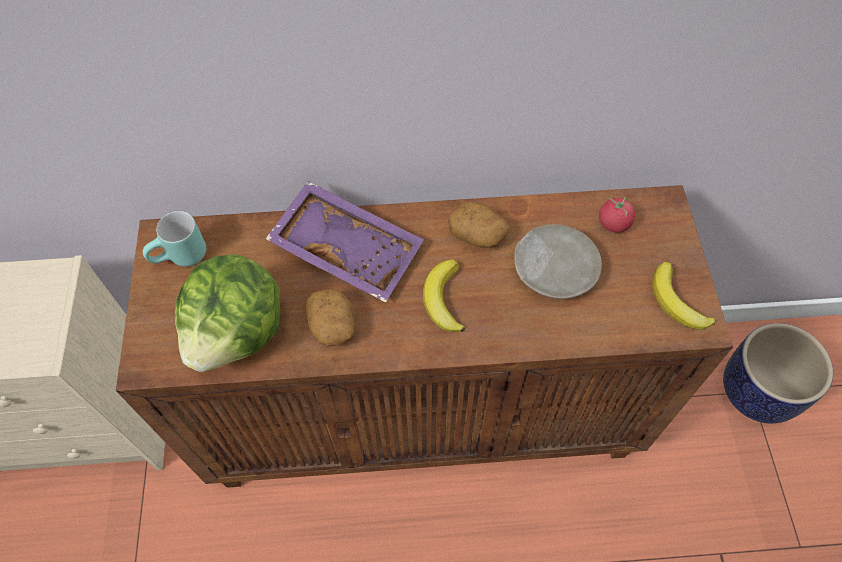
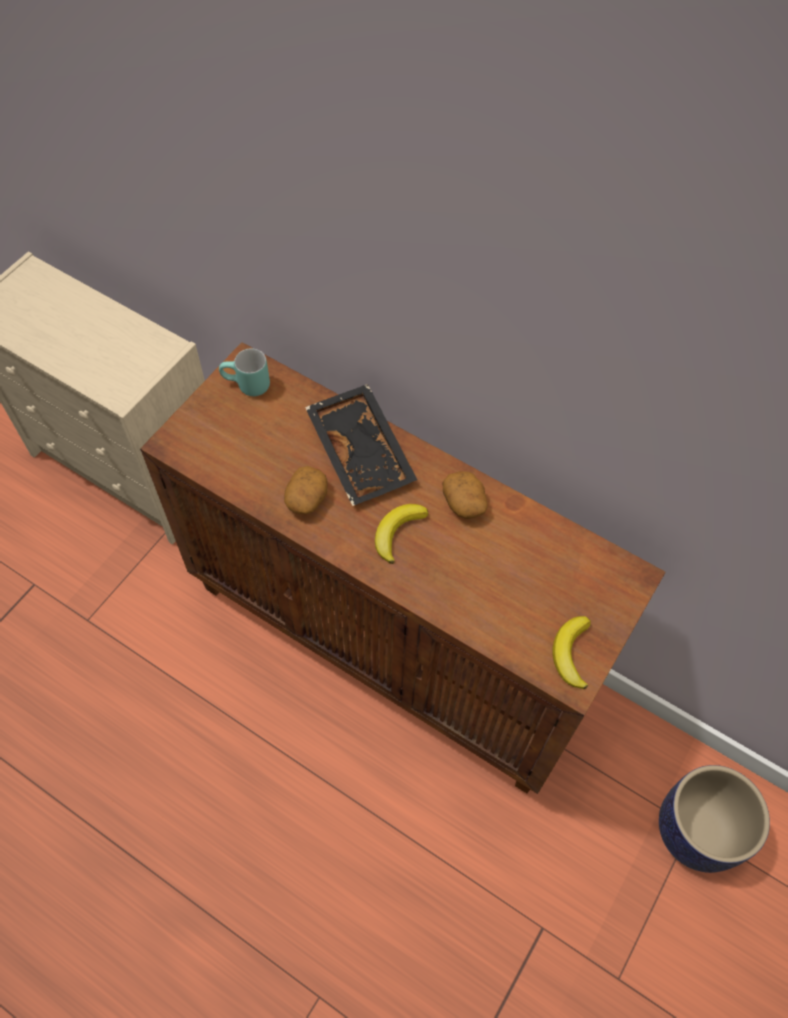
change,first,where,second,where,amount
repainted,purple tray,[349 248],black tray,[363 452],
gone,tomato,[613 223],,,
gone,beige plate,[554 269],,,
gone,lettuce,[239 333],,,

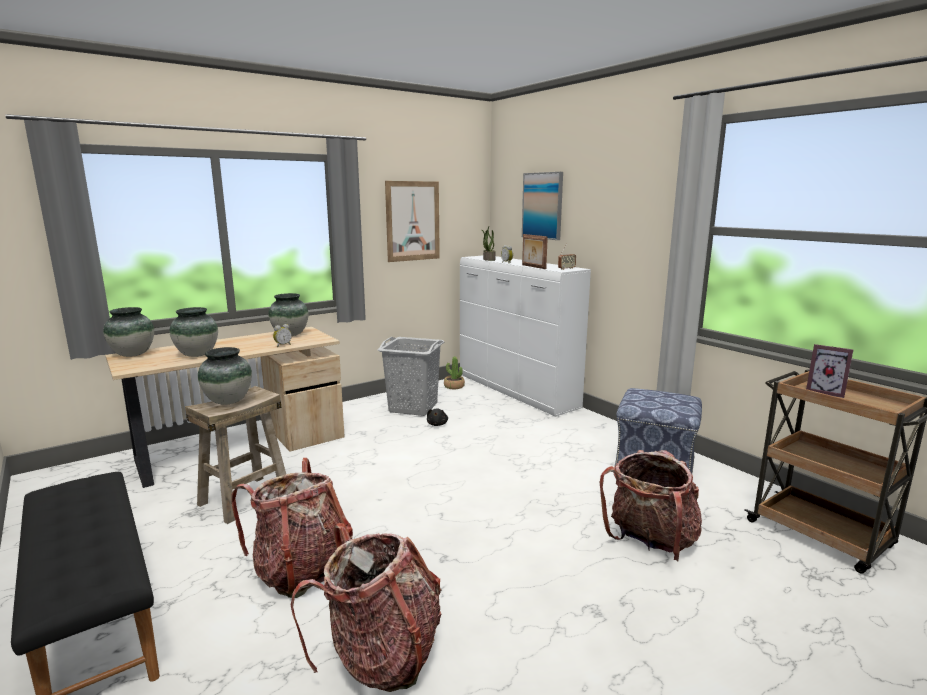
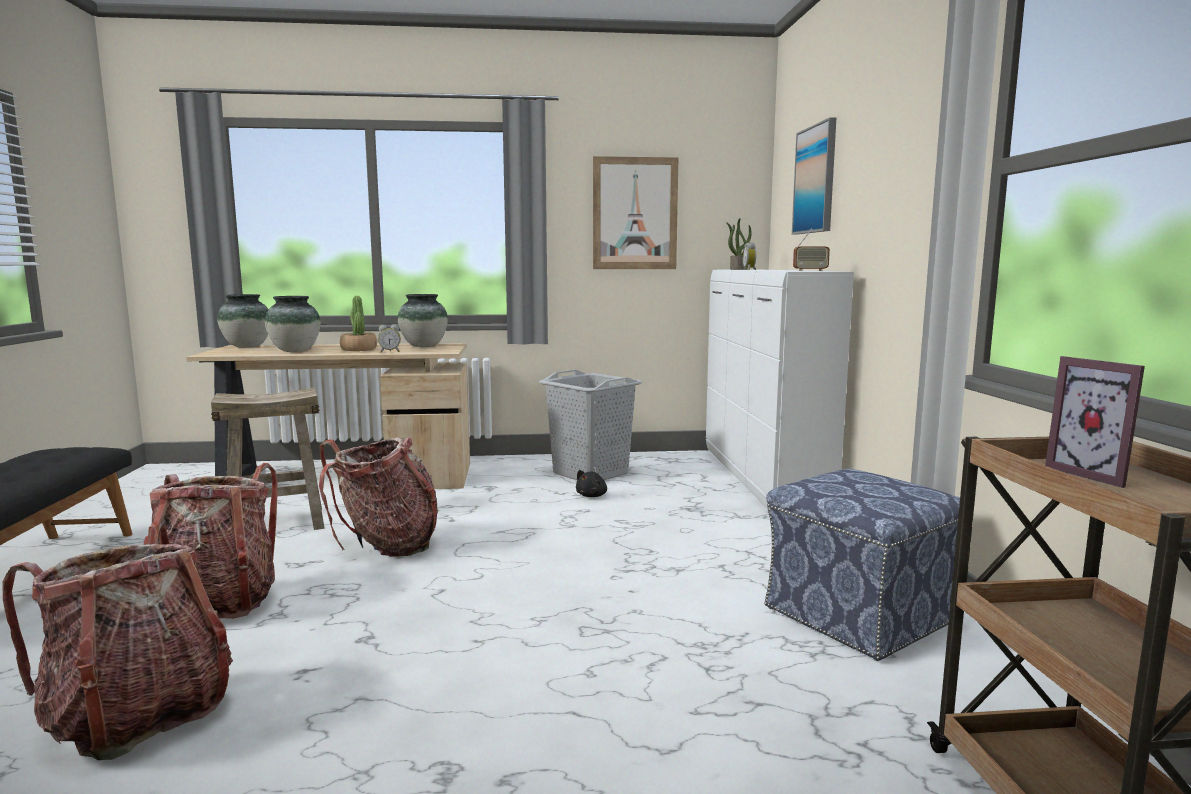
change,first,where,second,where,amount
gone,picture frame,[533 267],,,
gone,vase,[228 401],,,
shifted,potted plant,[454 386],,[358 349],
shifted,backpack,[650 541],,[386 545],

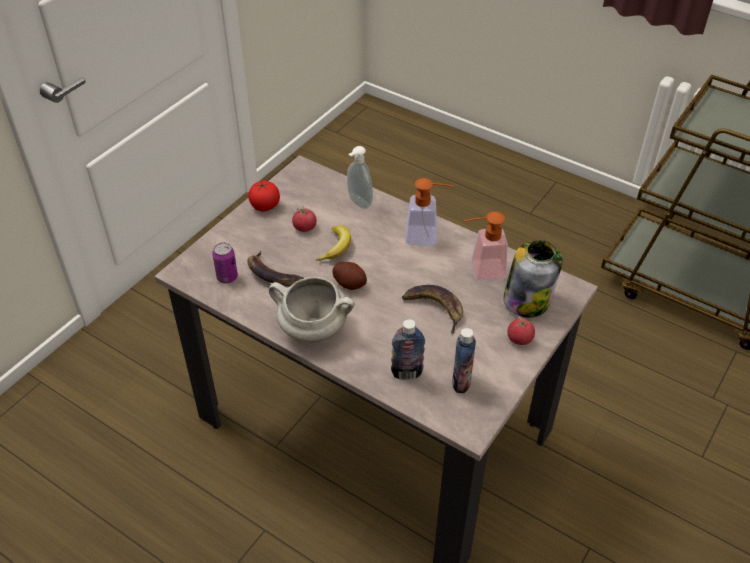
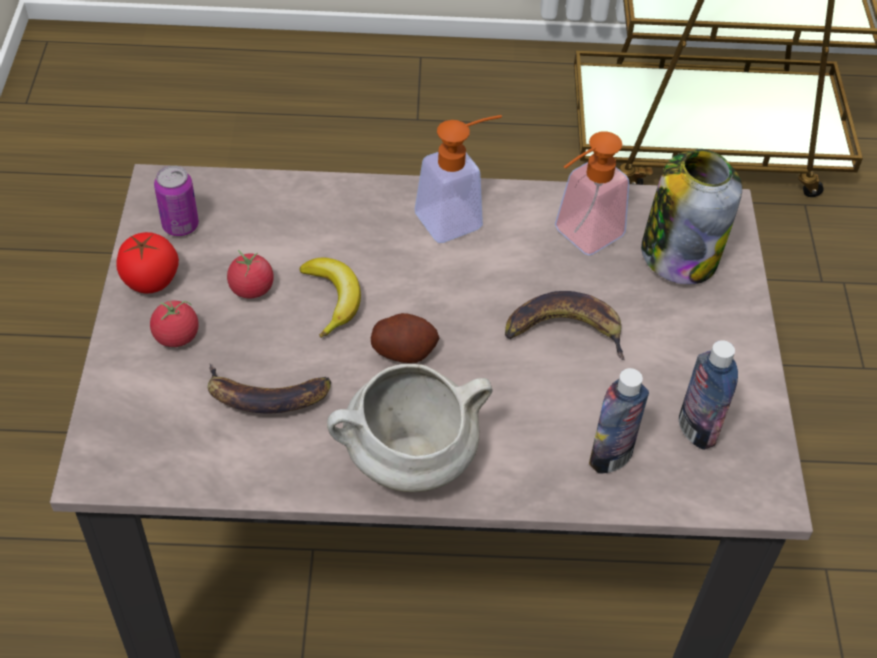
change,first,where,second,where,amount
gone,soap dispenser,[358 203],,,
shifted,can,[227 277],,[180 226],
shifted,tomato,[519 339],,[176 336],

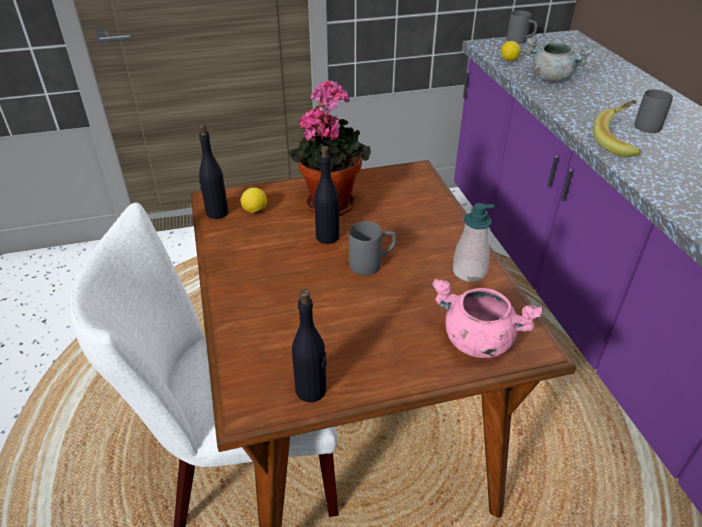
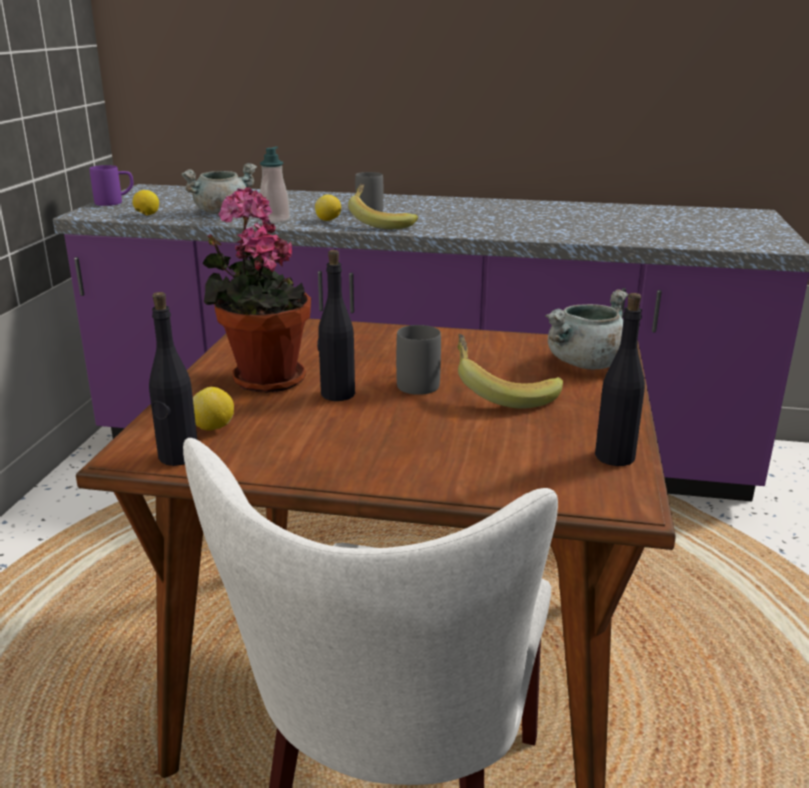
change,first,where,second,where,amount
repainted,grey mug,[520 41],purple mug,[115 202],
shifted,soap dispenser,[469 272],,[275 220],
repainted,pink cooking pot,[477 340],grey cooking pot,[586 364],
new,,,lemon,[328 220],
new,,,banana,[502 393],

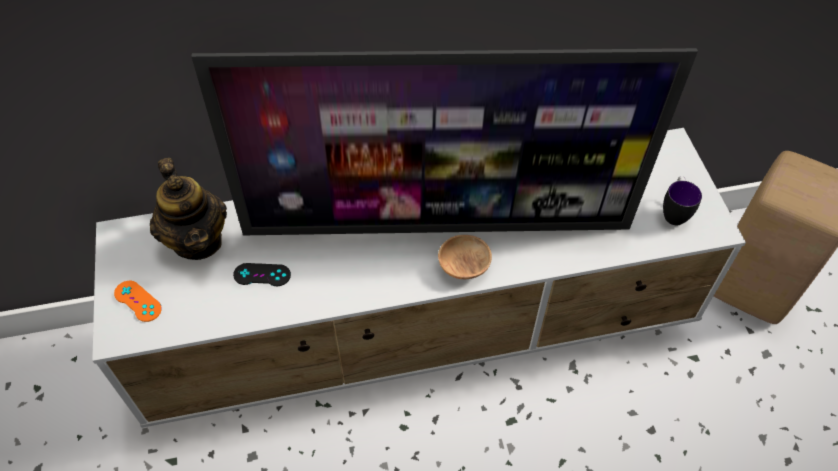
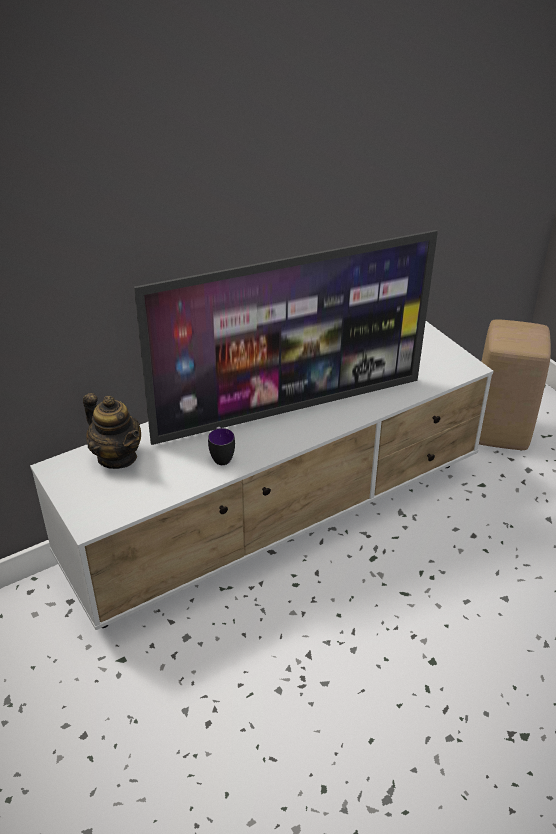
change,first,where,second,where,amount
shifted,mug,[674 212],,[221 456],
gone,brown bowl,[464 266],,,
gone,black game controller,[262 275],,,
gone,orange game controller,[138 301],,,

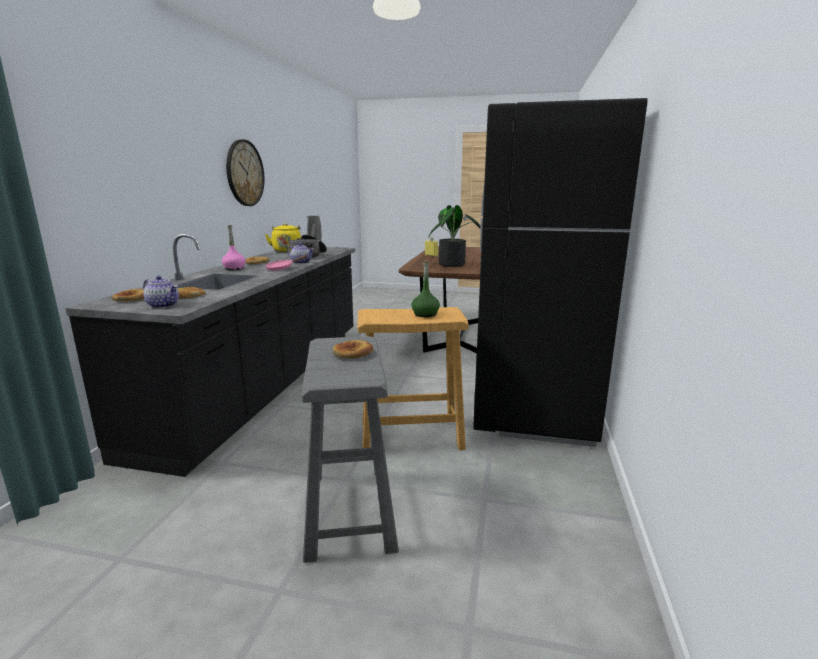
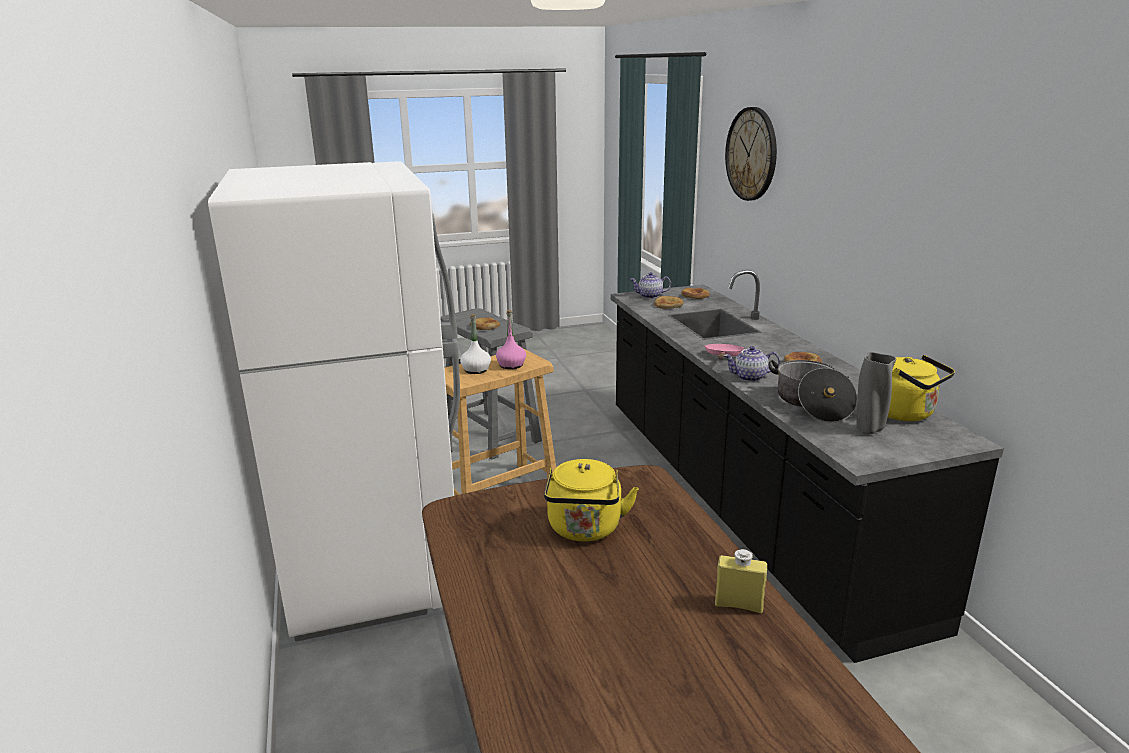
change,first,where,second,where,amount
repainted,black fridge,[533 410],white fridge,[371 570],
shifted,wall clock,[244 173],,[751 154],
swapped,potted plant,[454 265],yellow kettle,[585 530],
shifted,pink bottle,[234 268],,[511 365],
repainted,green bottle,[425 314],white bottle,[476 370],

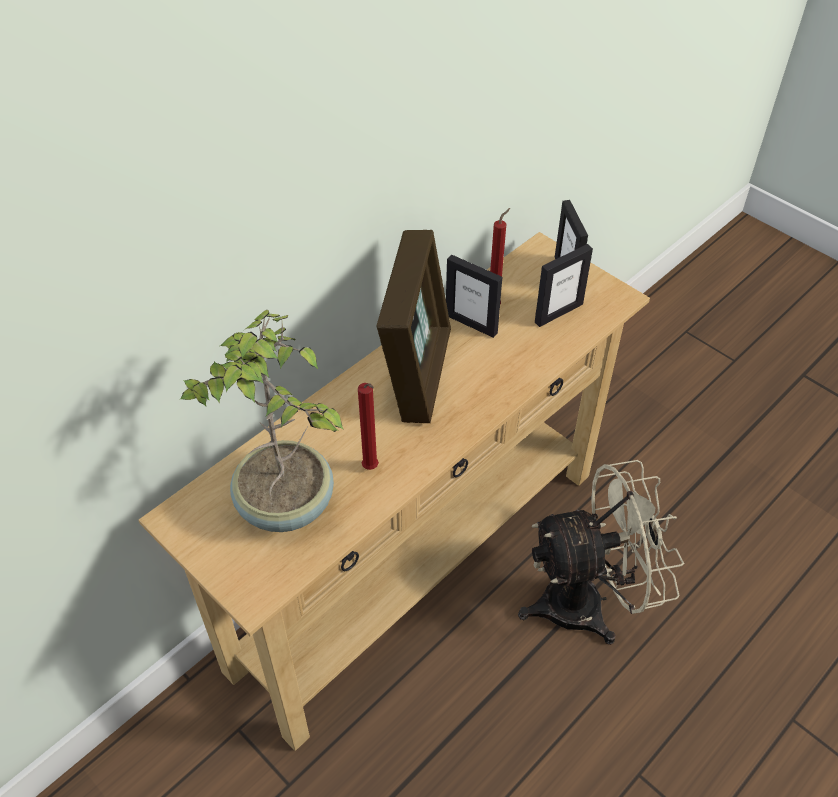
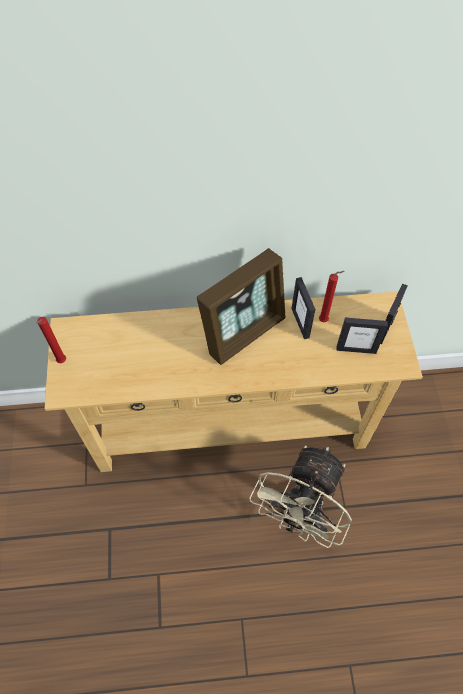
change,first,where,second,where,amount
gone,potted plant,[284 506],,,
shifted,red candle,[371 469],,[61 362],
rotated,beige fan,[588 602],,[299 514],90 degrees clockwise

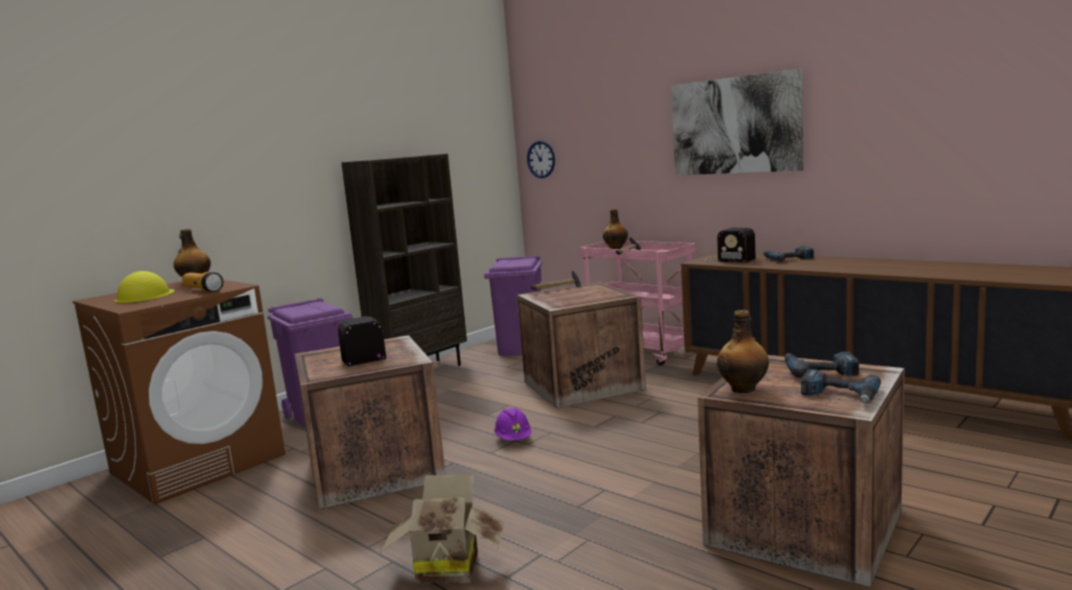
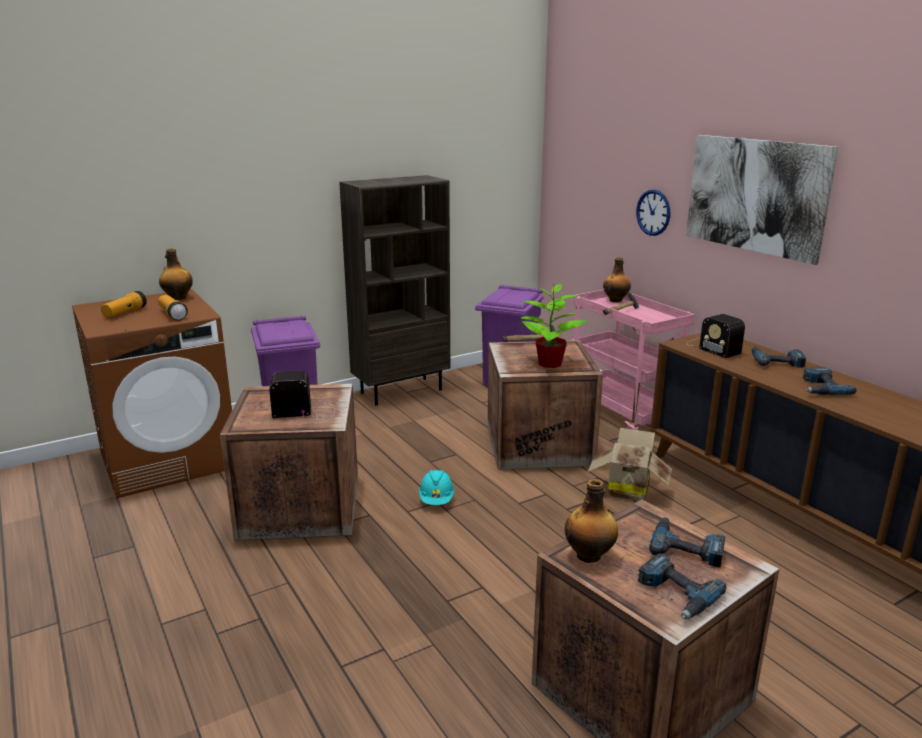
change,first,where,second,where,amount
shifted,wall clock,[541 159],,[653 212],
swapped,yellow hard hat,[145 296],flashlight,[125 313],
repainted,purple hard hat,[513 439],turquoise hard hat,[436 500],
shifted,cardboard box,[447 566],,[627 489],
new,,,potted plant,[549 363],
new,,,power drill,[820 388],

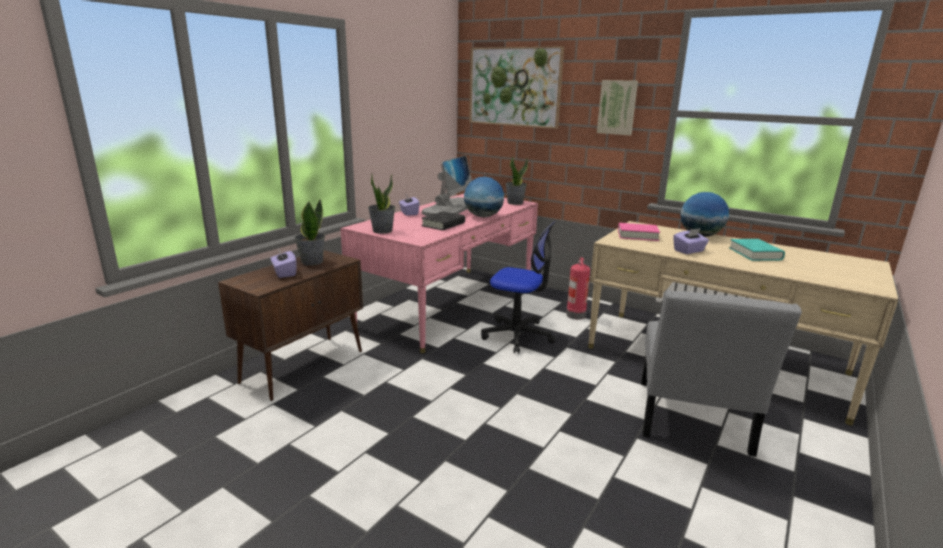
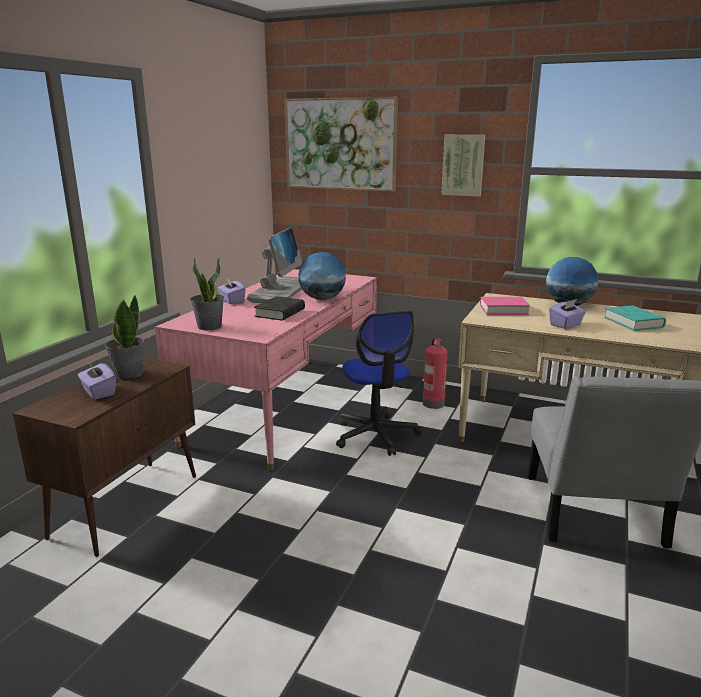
change,first,where,second,where,amount
gone,potted plant,[515 203],,,
rotated,office chair,[517 335],,[376 435],60 degrees clockwise

